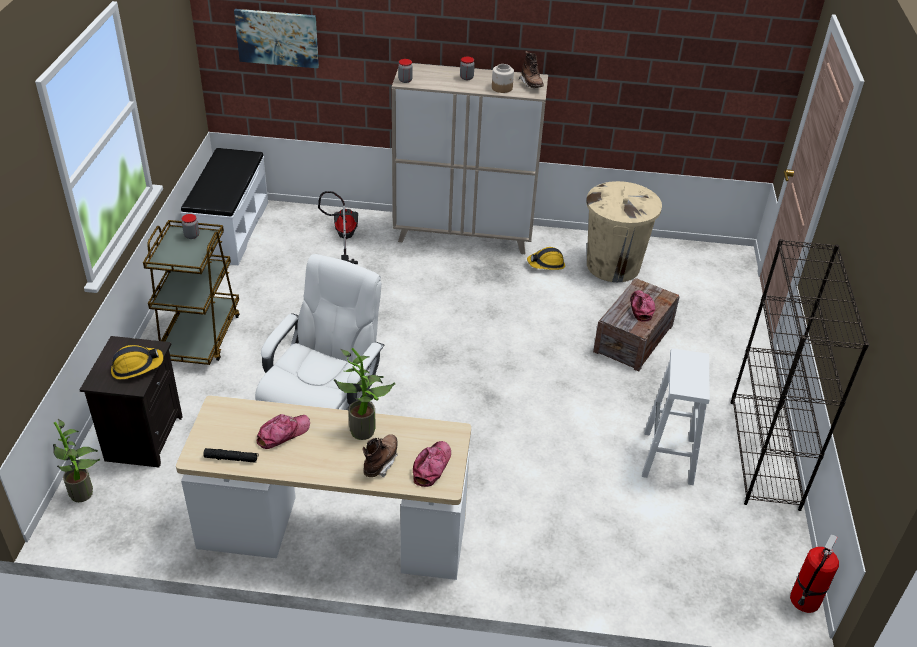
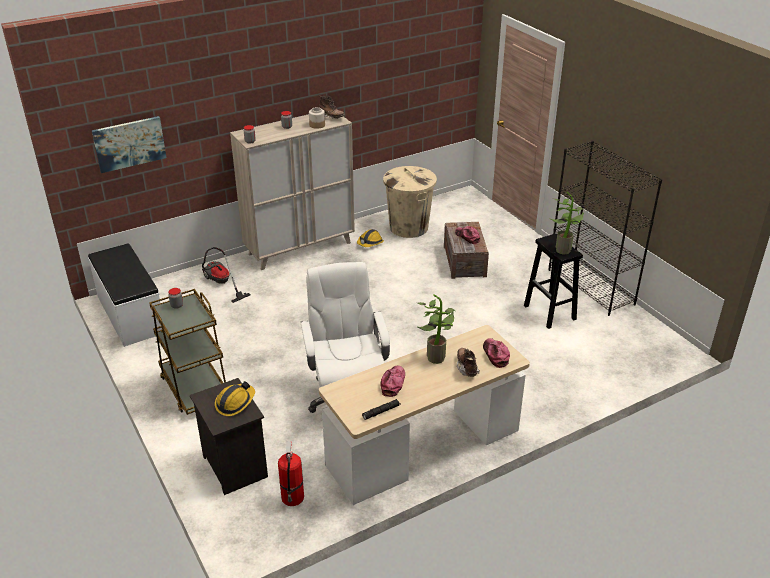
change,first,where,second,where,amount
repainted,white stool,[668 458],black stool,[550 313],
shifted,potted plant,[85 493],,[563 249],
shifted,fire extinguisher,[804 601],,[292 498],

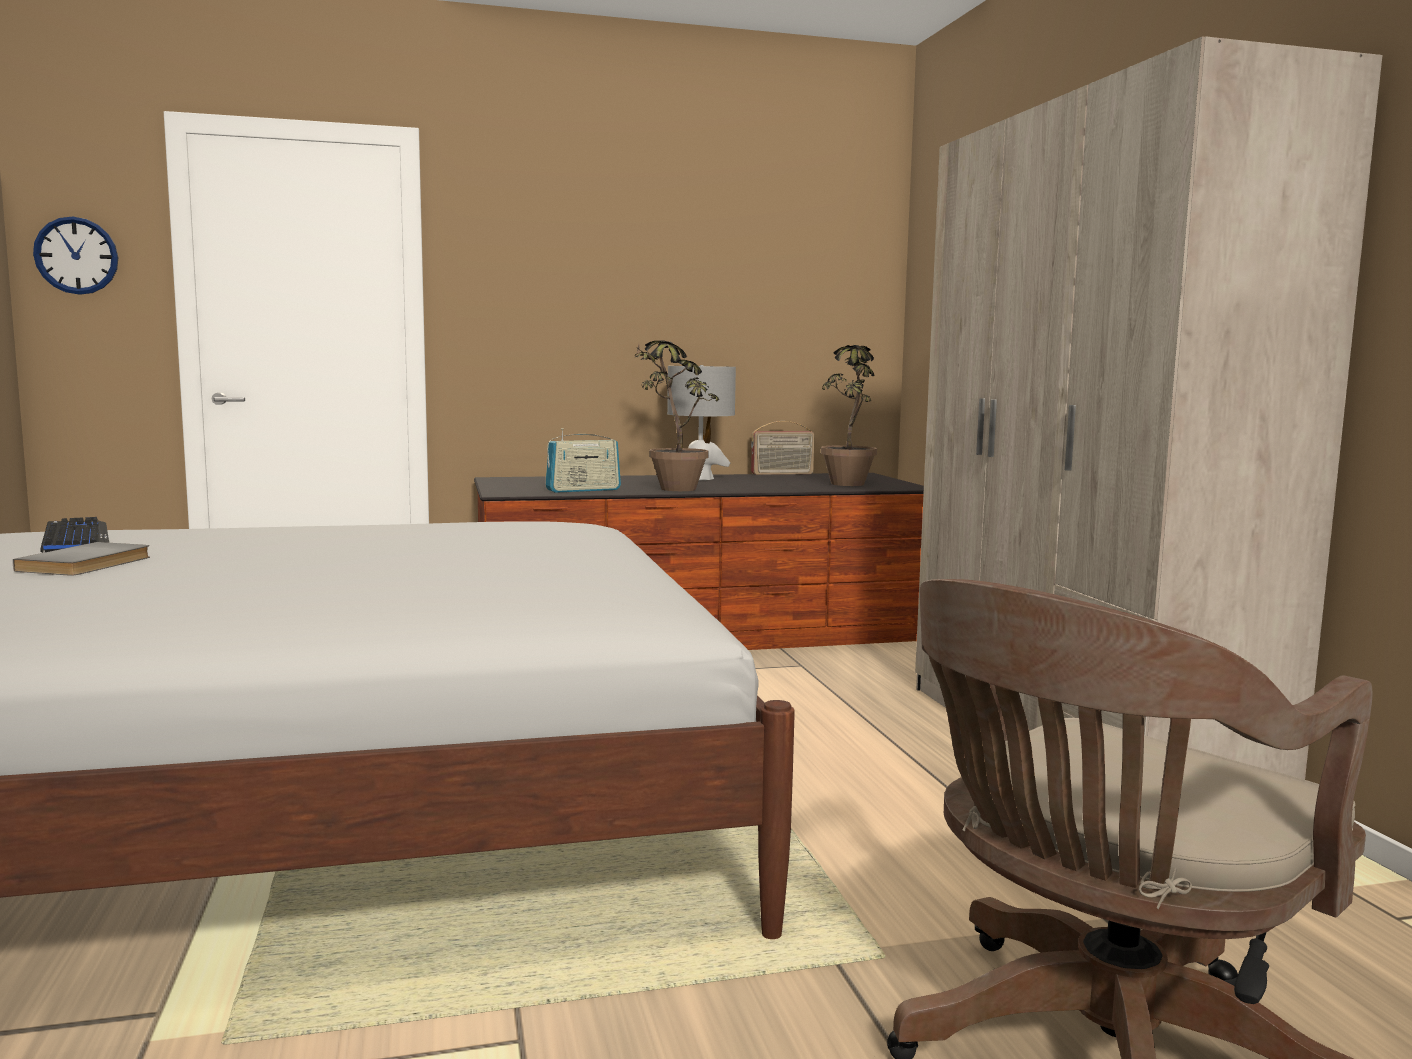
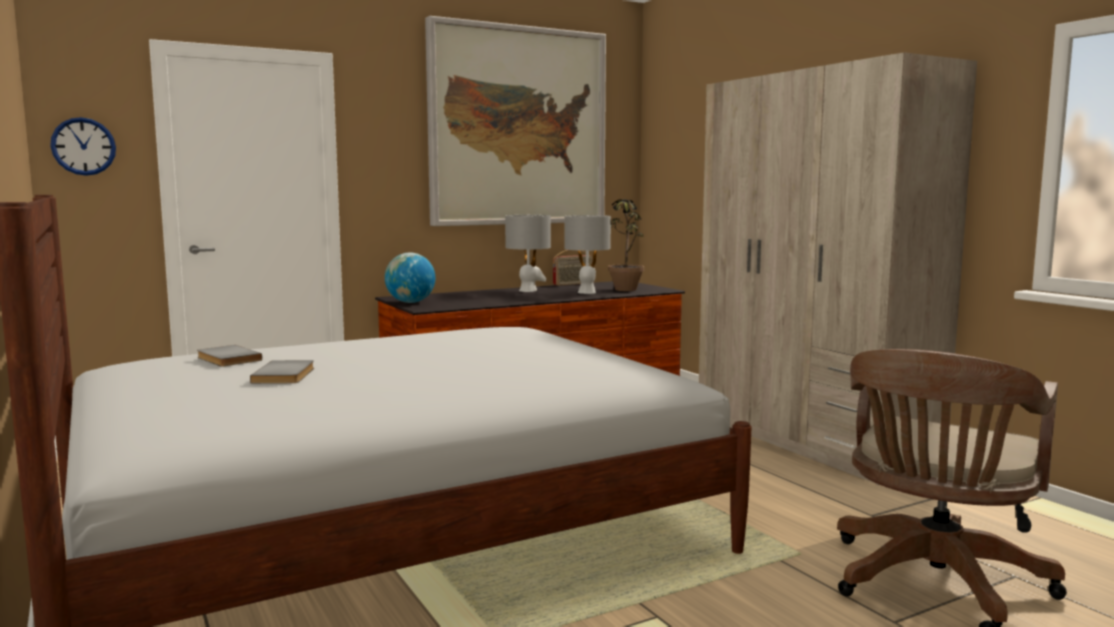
change,first,where,second,where,amount
gone,potted plant,[671 487],,,
gone,radio,[583 490],,,
swapped,keyboard,[75 538],grey book,[226 359],
new,,,picture,[518 127],
new,,,grey table lamp,[587 292],
new,,,globe,[410 302],

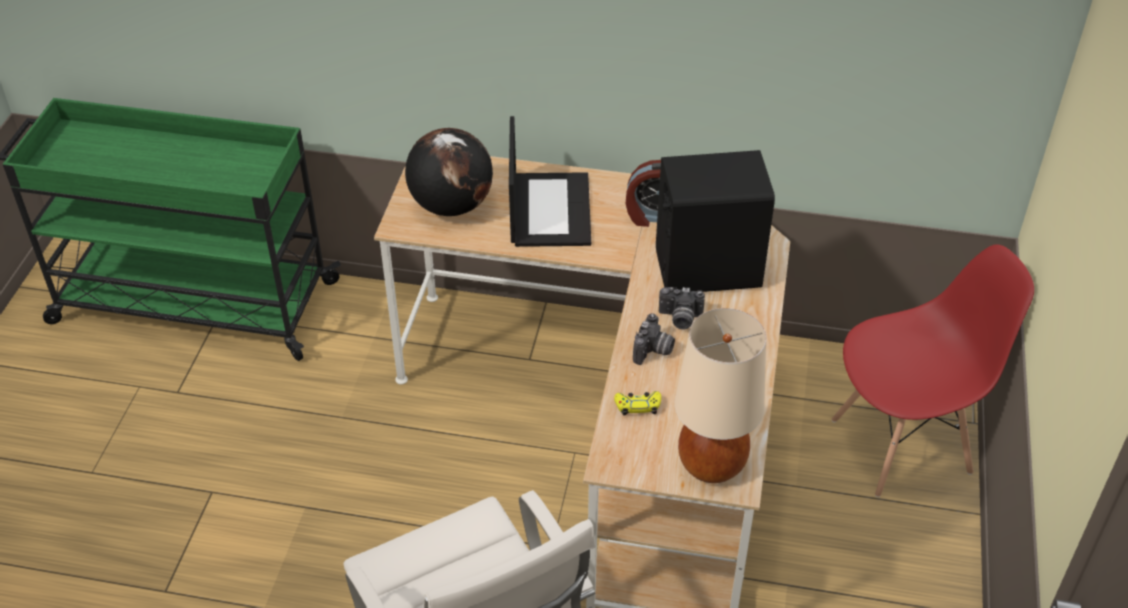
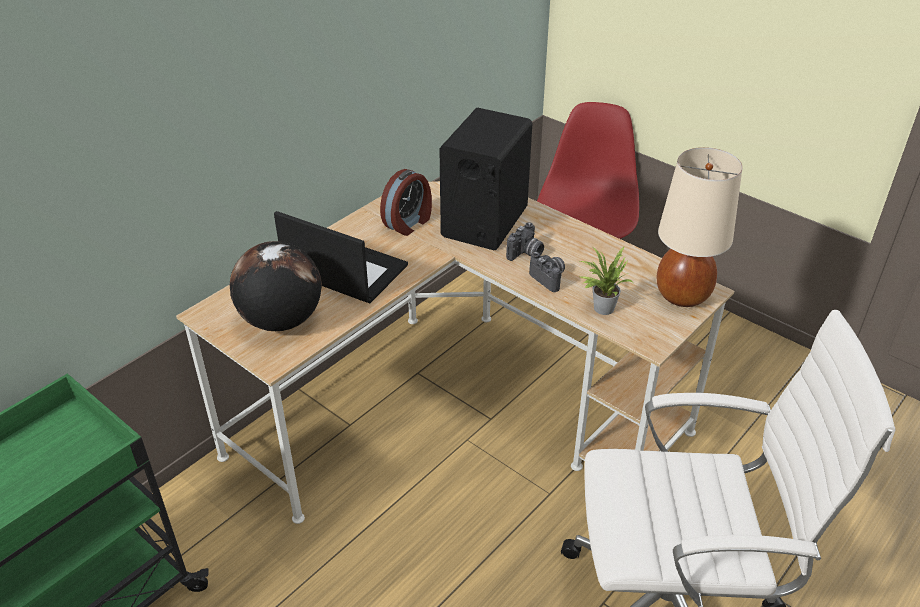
change,first,where,second,where,amount
swapped,yellow game controller,[638 406],potted plant,[601 307],

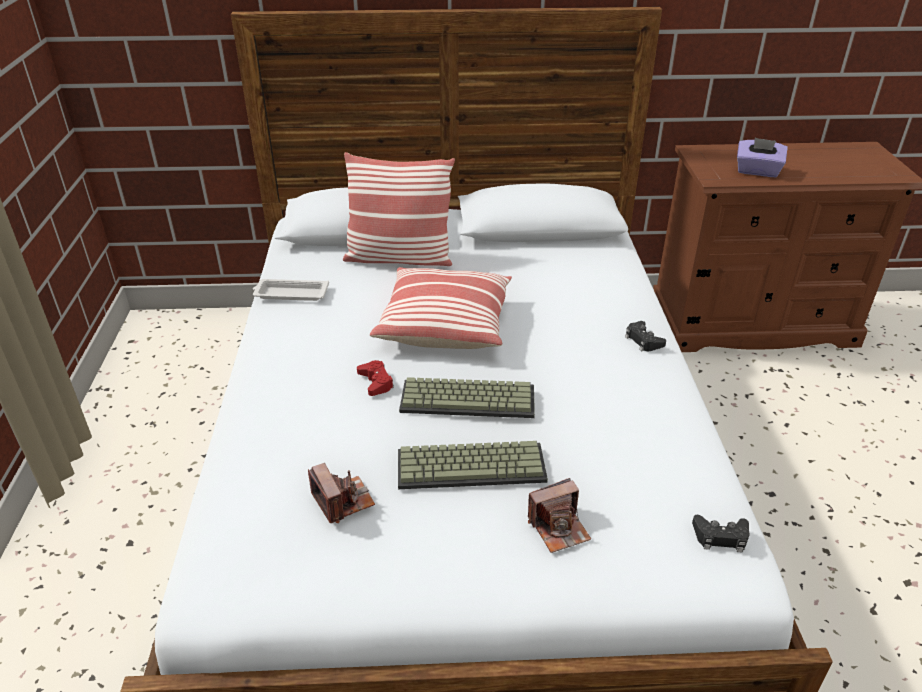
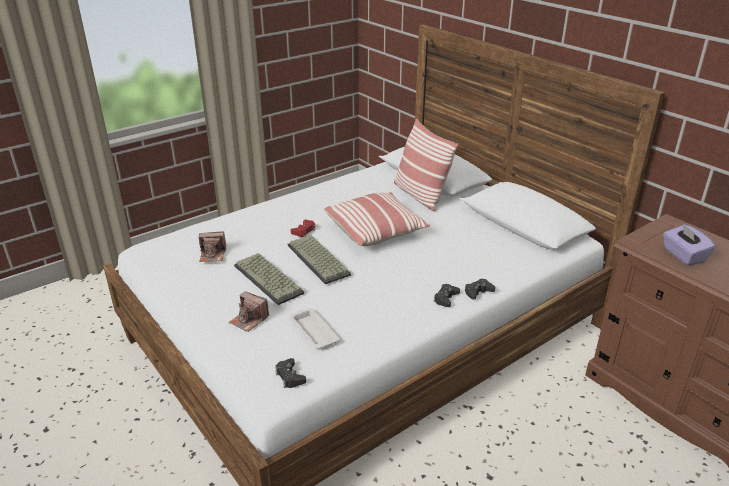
change,first,where,second,where,amount
shifted,white tray,[290 294],,[313 331],
rotated,photo camera,[343 501],,[213 255],60 degrees clockwise
new,,,black game controller,[478 292],

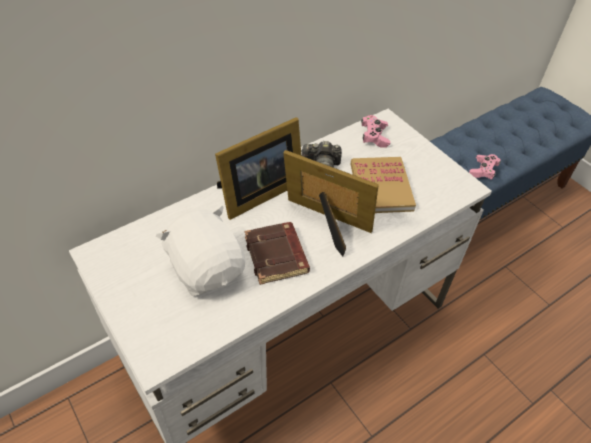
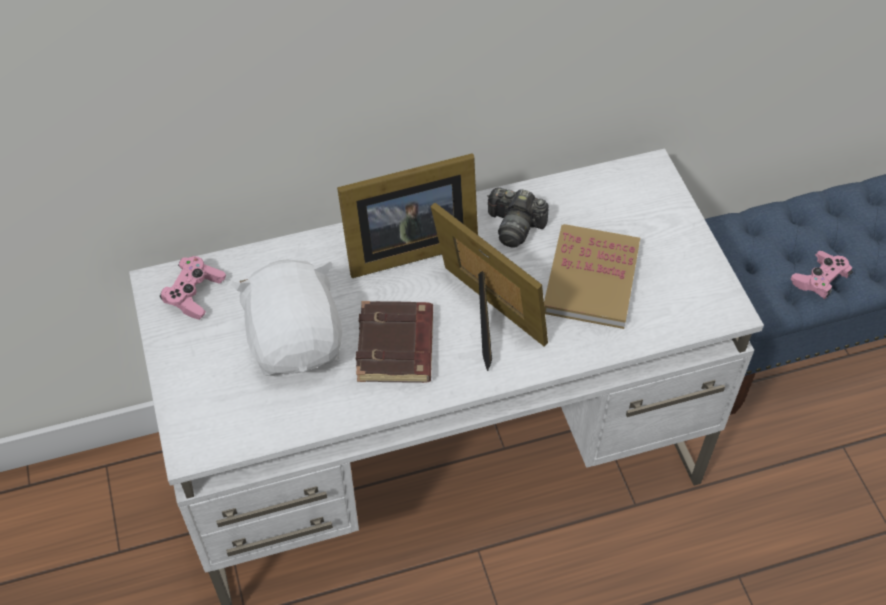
change,first,where,second,where,amount
shifted,pink game controller,[374 136],,[194 294],

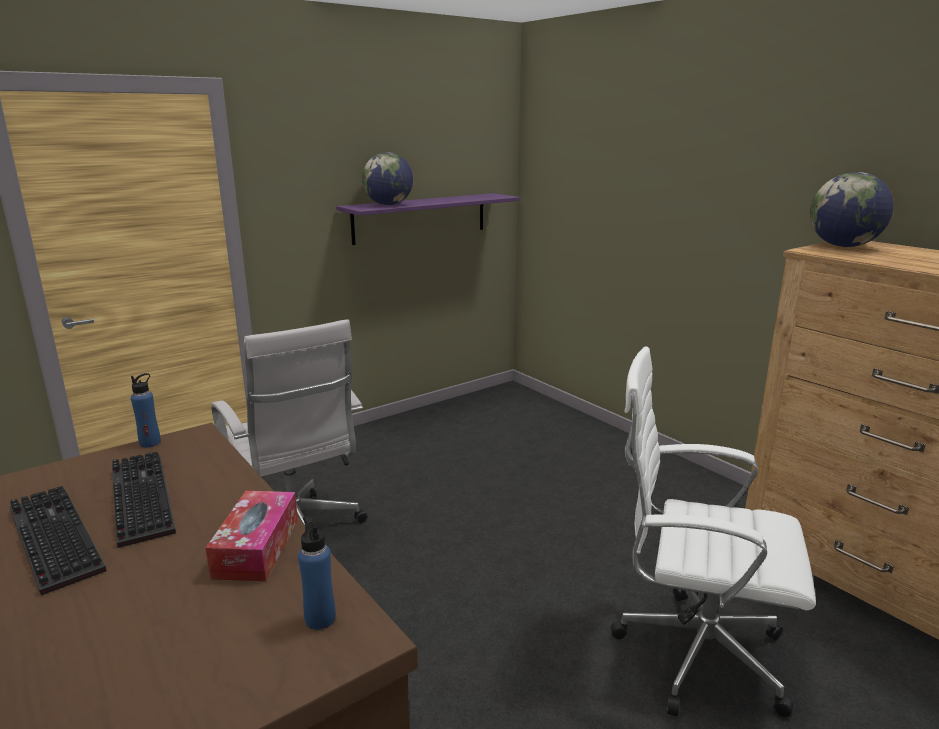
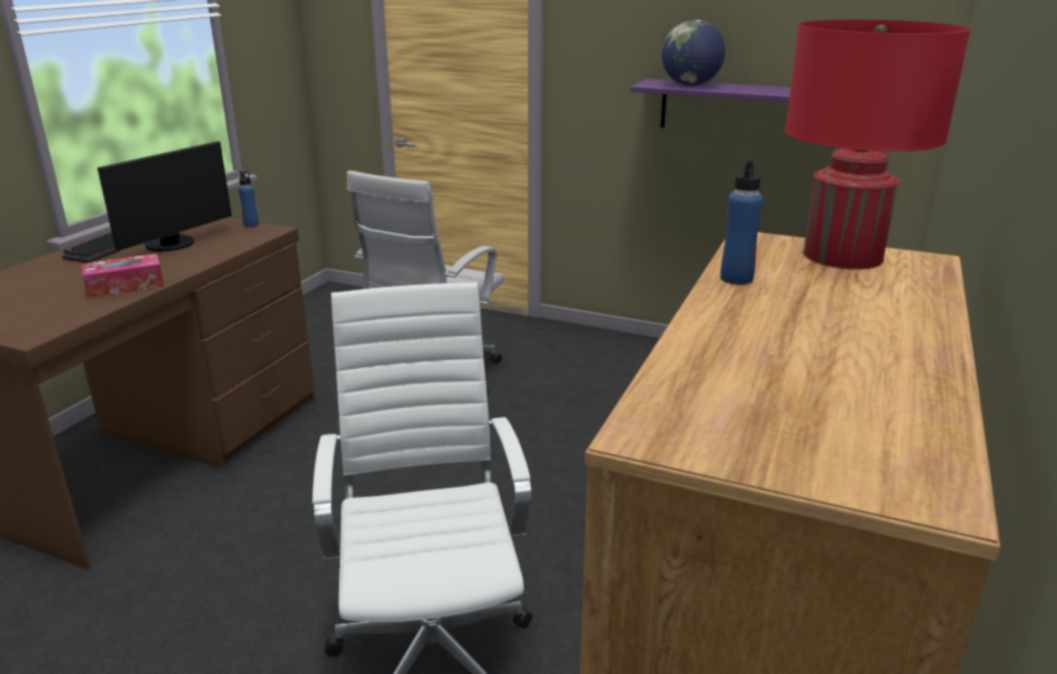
change,first,where,second,where,amount
swapped,globe,[843 246],red table lamp,[842 256],
swapped,keyboard,[138 498],monitor,[173 245],
shifted,blue bottle,[320 619],,[736 278],

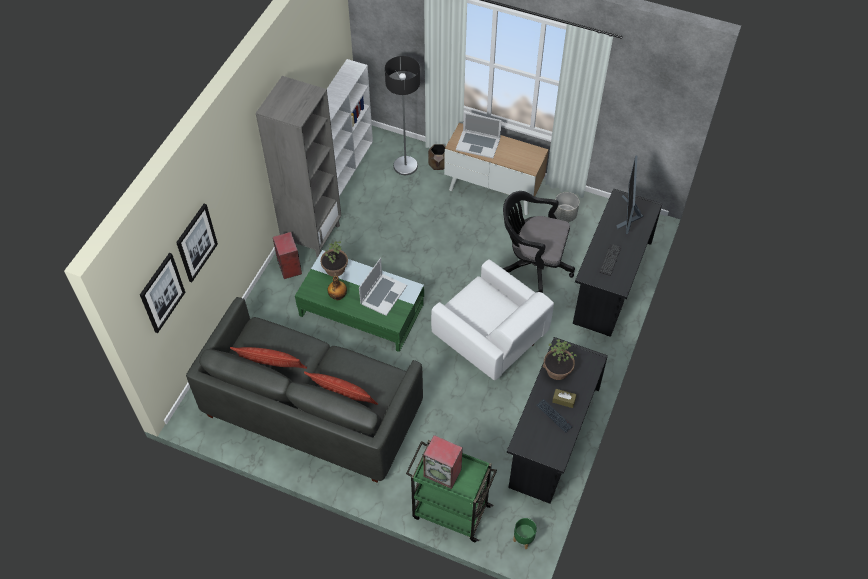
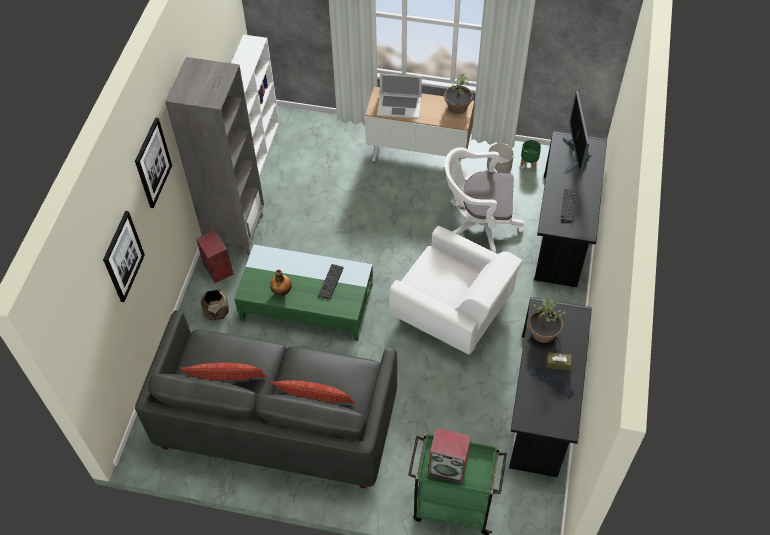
change,first,where,second,where,amount
gone,floor lamp,[405 166],,,
shifted,brown planter,[438 164],,[217 312],
repainted,black office chair,[532 265],white office chair,[478 225],
shifted,potted plant,[335 269],,[457 106],
shifted,picture,[162 292],,[152 163],
swapped,laptop,[383 294],keyboard,[331 282],
shifted,green planter,[523 539],,[528 163],

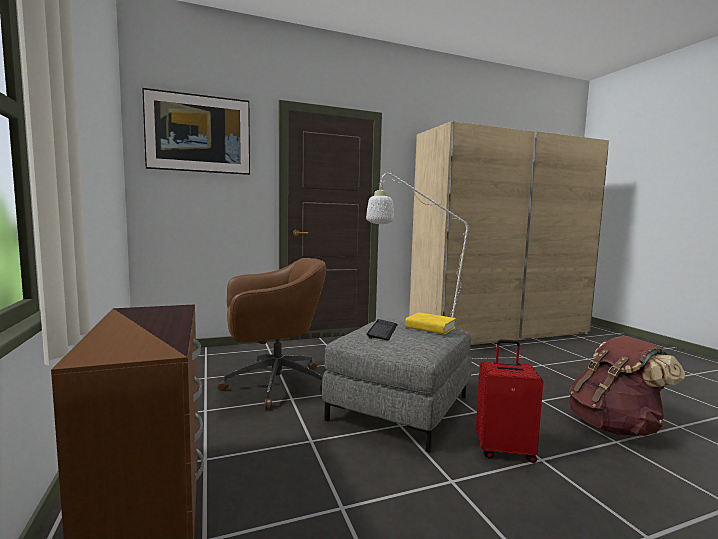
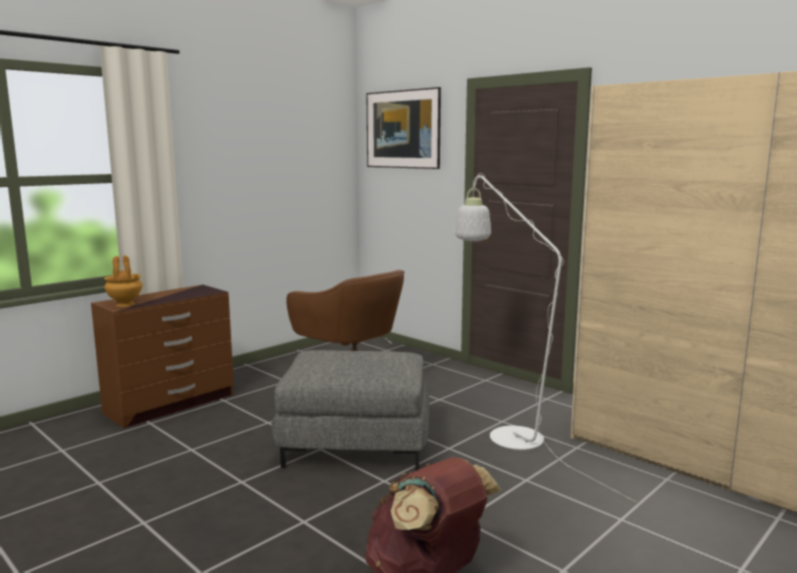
change,first,where,second,where,amount
gone,yellow book,[430 327],,,
gone,keyboard,[382 331],,,
gone,red suitcase,[504 450],,,
new,,,brown vase,[124 304],

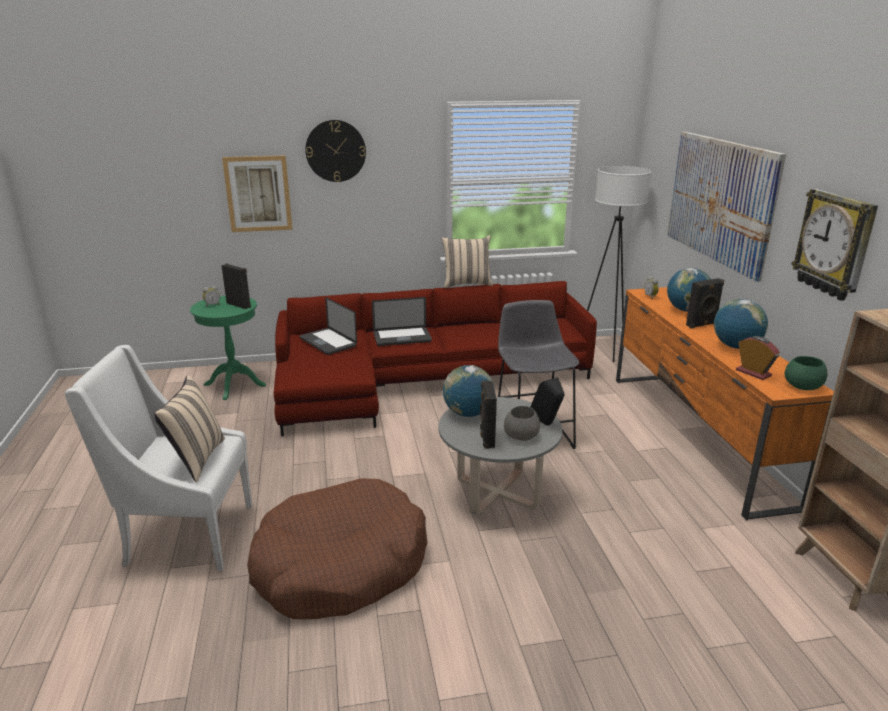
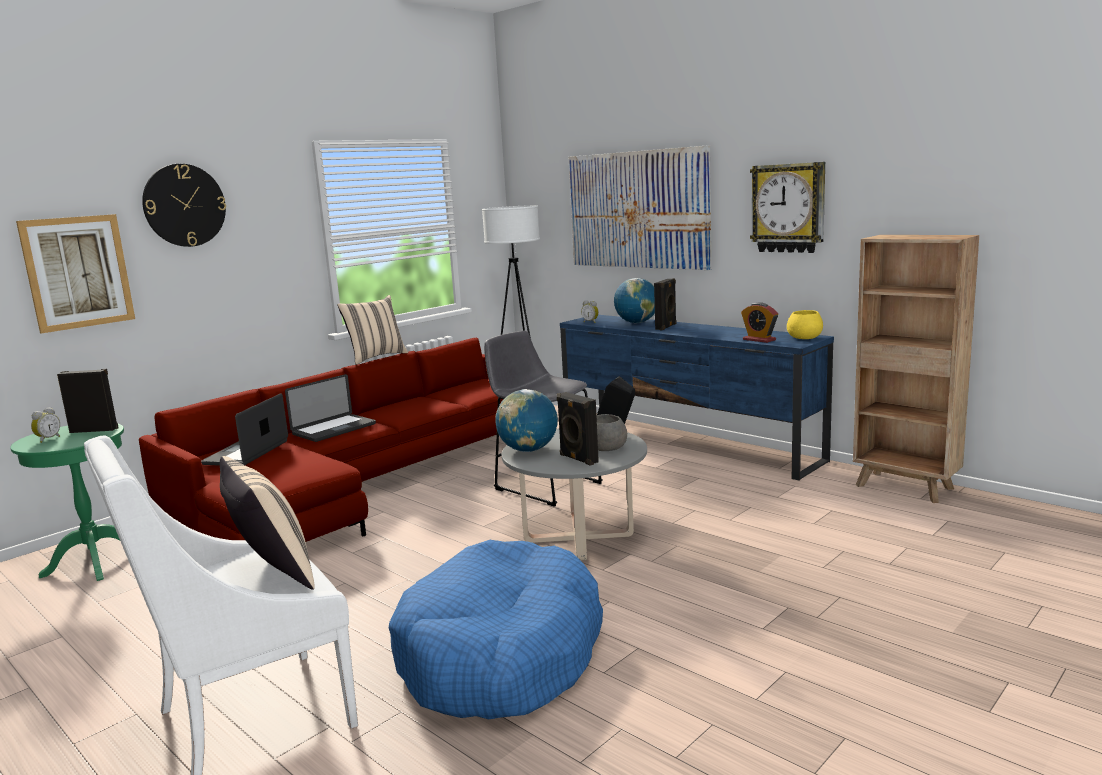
change,first,where,second,where,amount
repainted,orange tv stand,[695 436],blue tv stand,[686 444],
rotated,laptop,[328 342],,[247 453],90 degrees clockwise
gone,globe,[736 347],,,
rotated,alarm clock,[753 373],,[759 340],150 degrees counterclockwise
repainted,green bowl,[803 386],yellow bowl,[805 337],
repainted,brown dog bed,[340 565],blue dog bed,[501 654],

